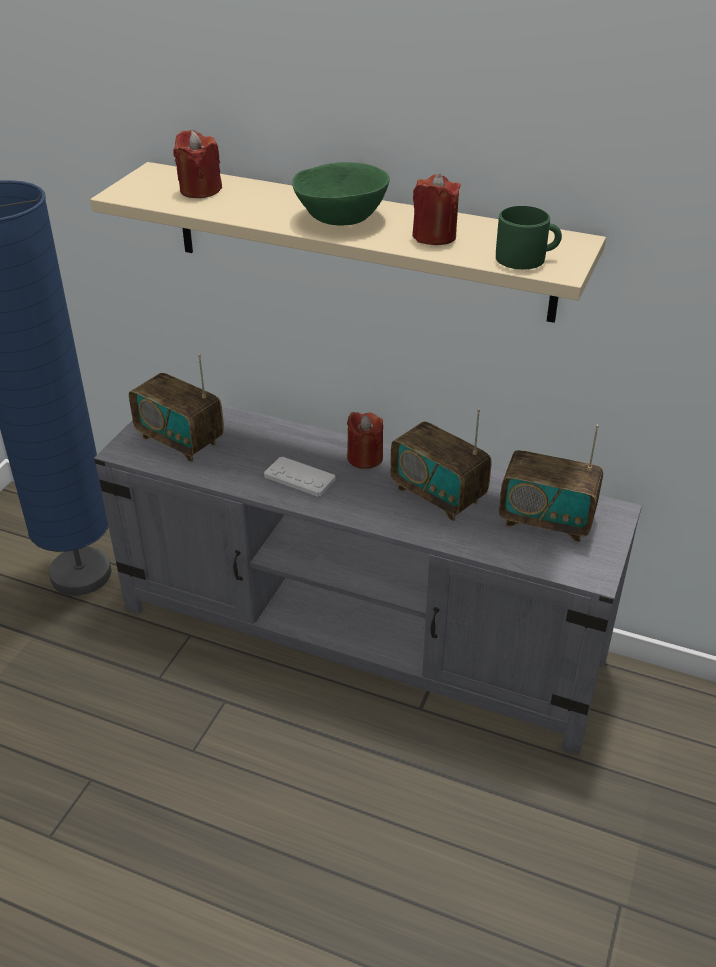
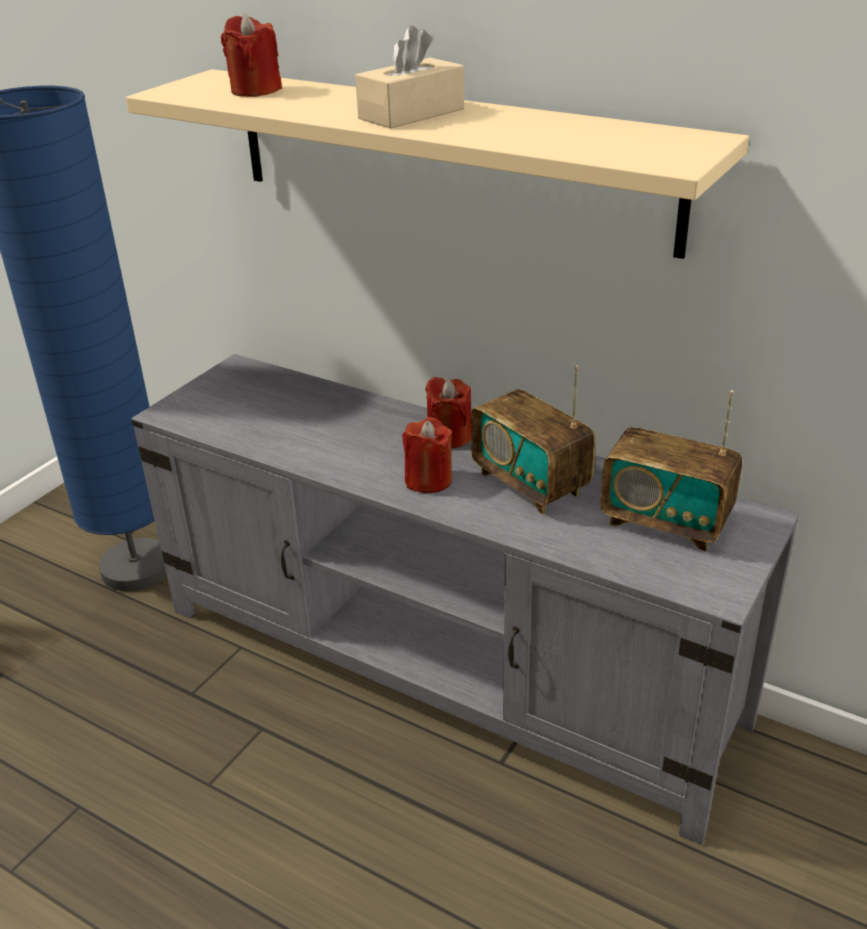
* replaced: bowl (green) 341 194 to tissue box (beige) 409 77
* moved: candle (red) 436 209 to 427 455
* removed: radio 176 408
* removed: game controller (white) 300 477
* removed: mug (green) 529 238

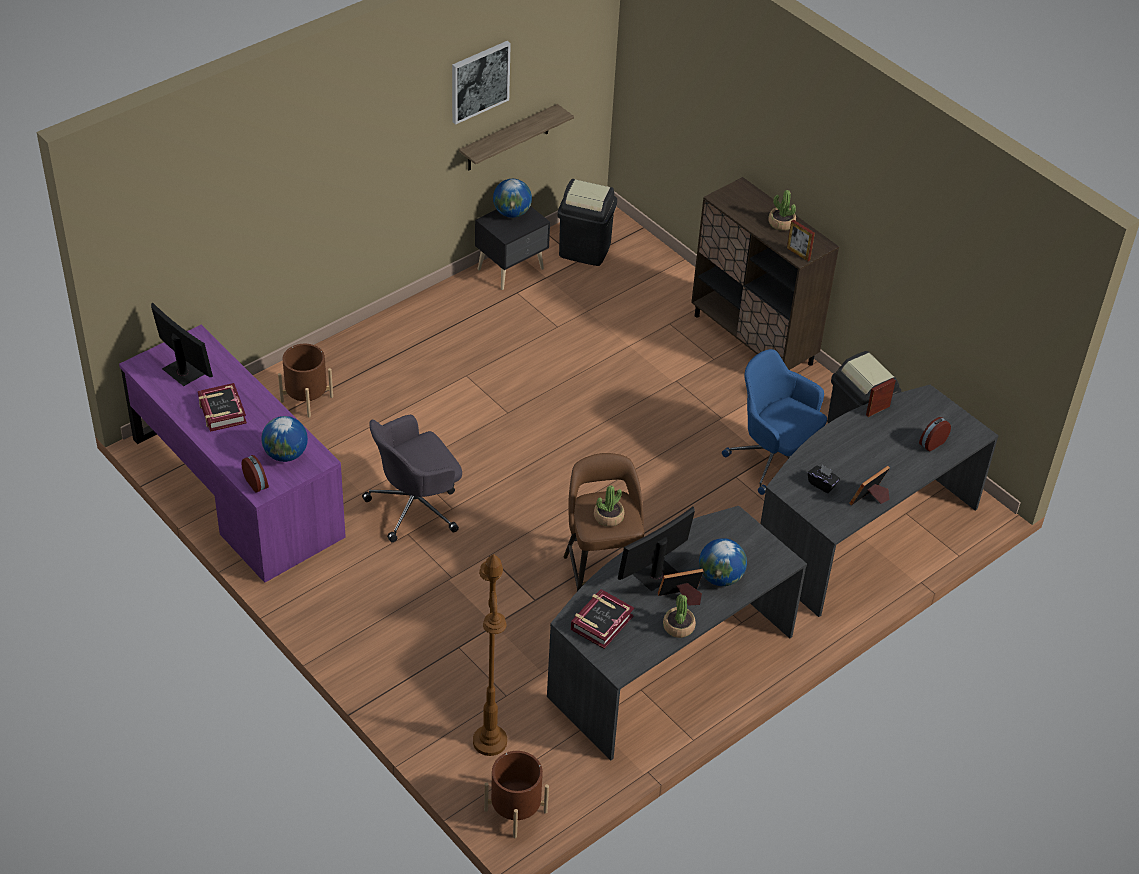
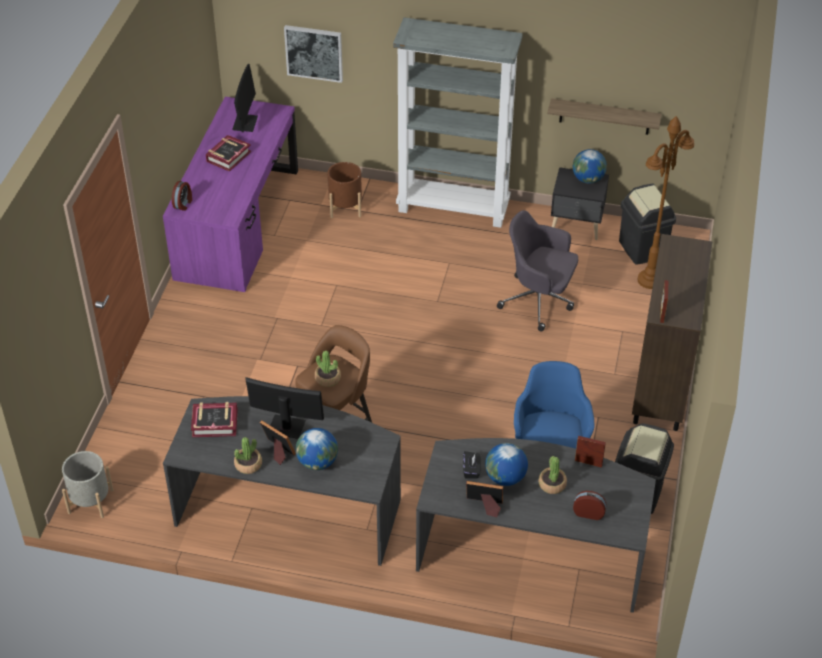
* recoloured: planter (brown) 516 794 to planter (grey) 88 484
* moved: picture 481 83 to 313 54
* added: bookcase (grey) 458 122
* moved: globe 284 439 to 506 464
* moved: office chair (grey) 412 478 to 537 270
* moved: potted plant 782 210 to 552 475
* moved: floor lamp (brown) 490 655 to 666 202

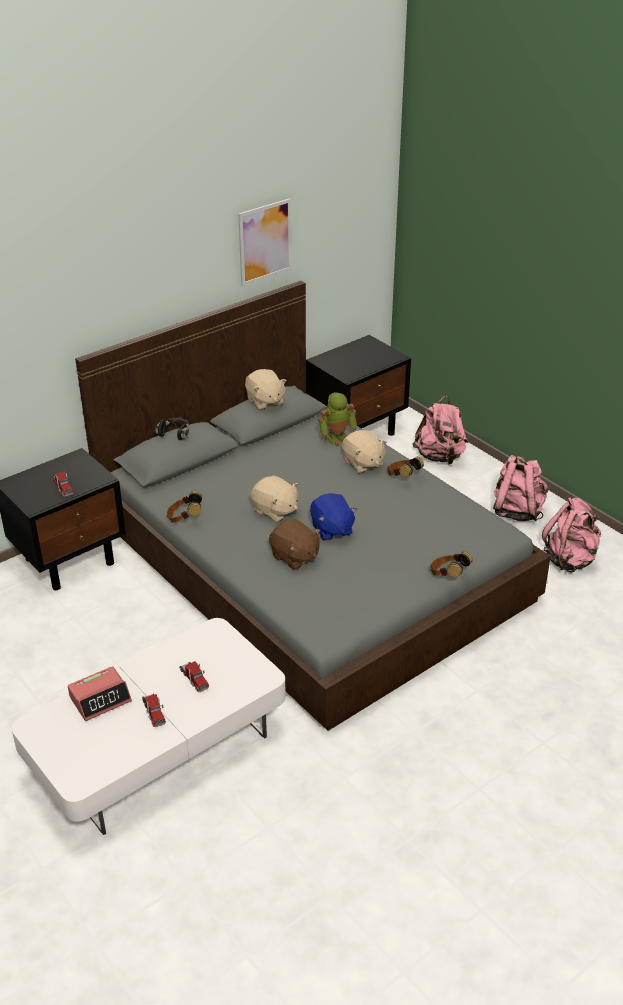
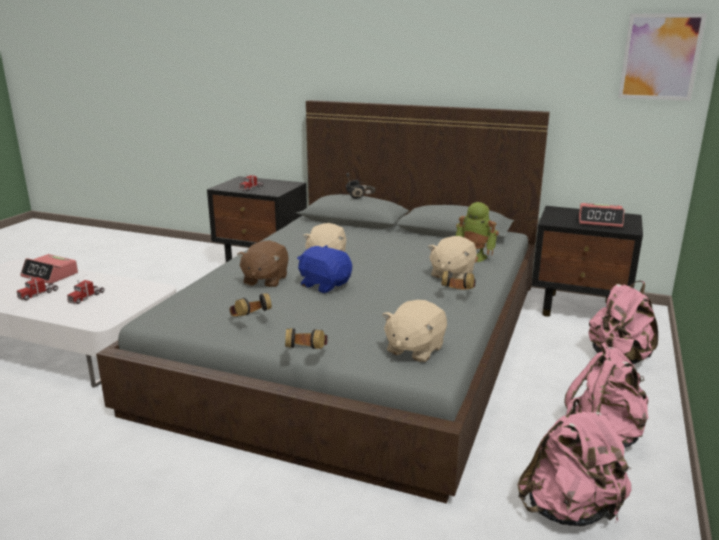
* moved: headphones 184 507 to 250 304
* turned: plush toy (blue) 333 517 = 324 269 90 degrees clockwise
* moved: plush toy (beige) 266 389 to 414 331
* added: alarm clock 602 215
* moved: picture 265 242 to 662 57

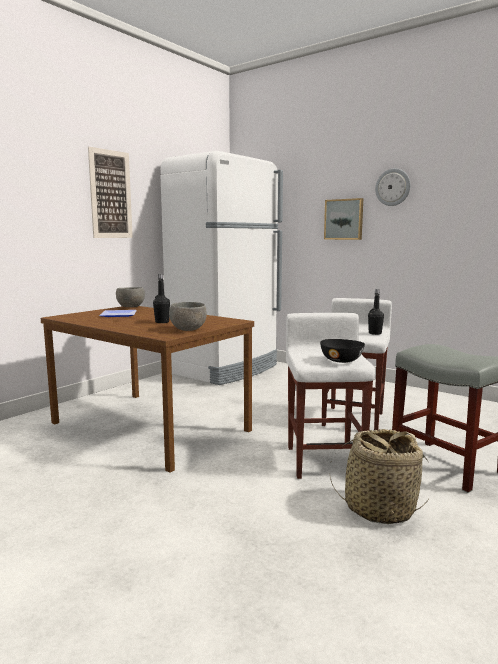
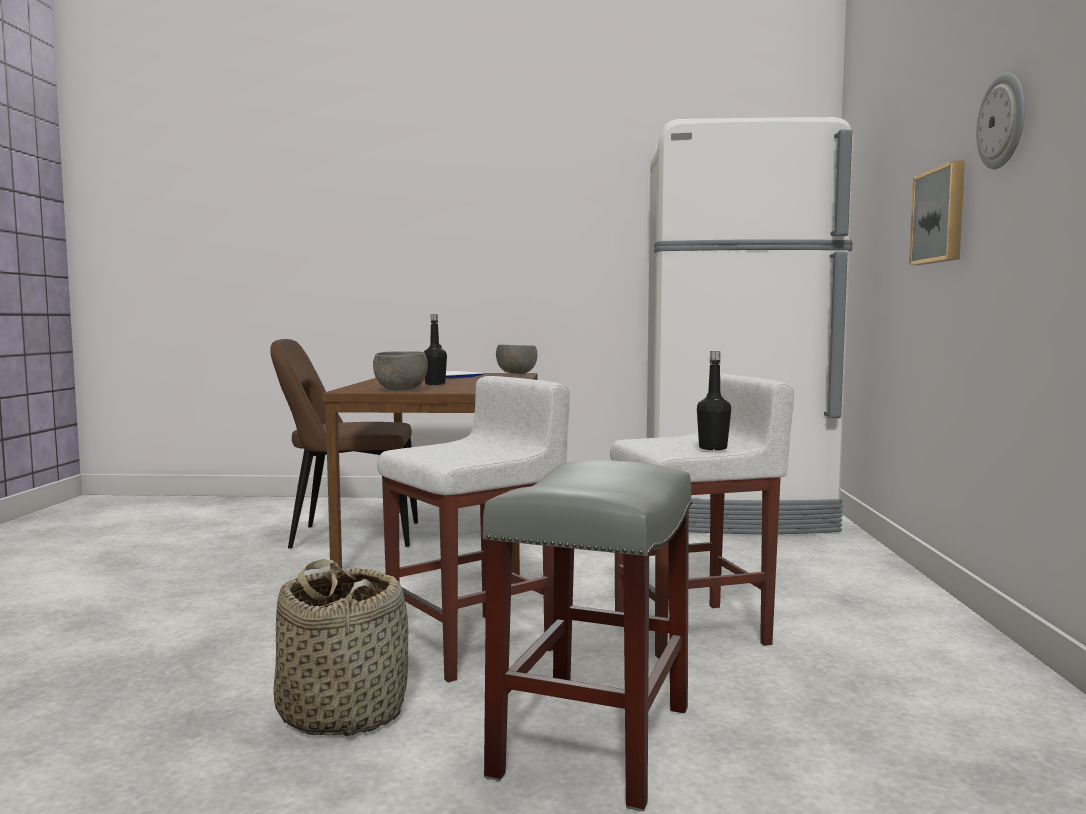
* added: chair (brown) 344 443
* removed: picture 110 192
* removed: bowl (black) 342 351

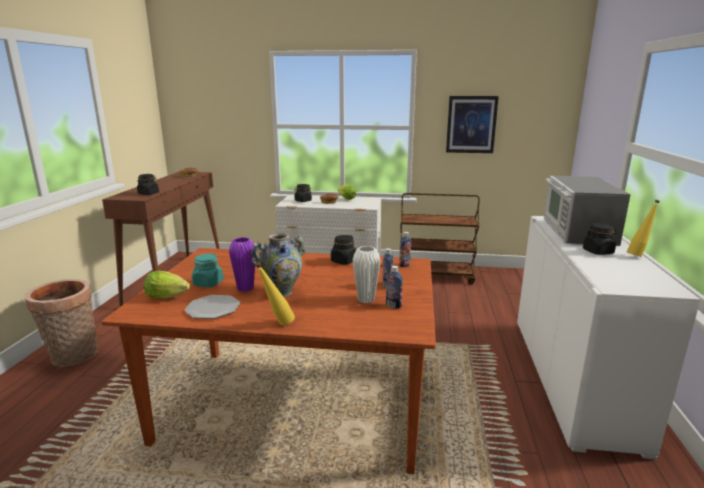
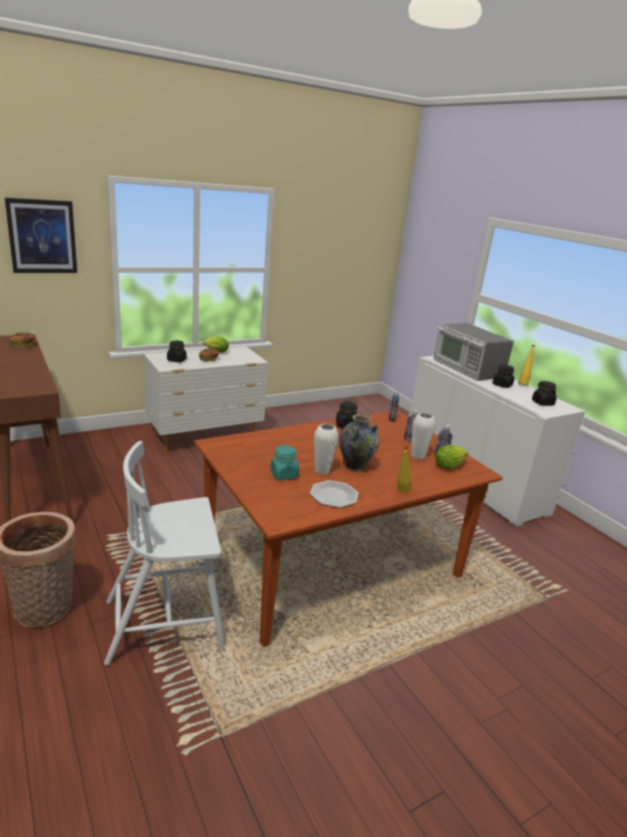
* moved: picture 472 124 to 41 235
* added: chair (white) 164 553
* recoloured: vase (purple) 242 264 to vase (white) 326 449
* moved: lettuce 167 285 to 451 457
* moved: jar (black) 148 184 to 544 393
* removed: cart (brown) 440 239

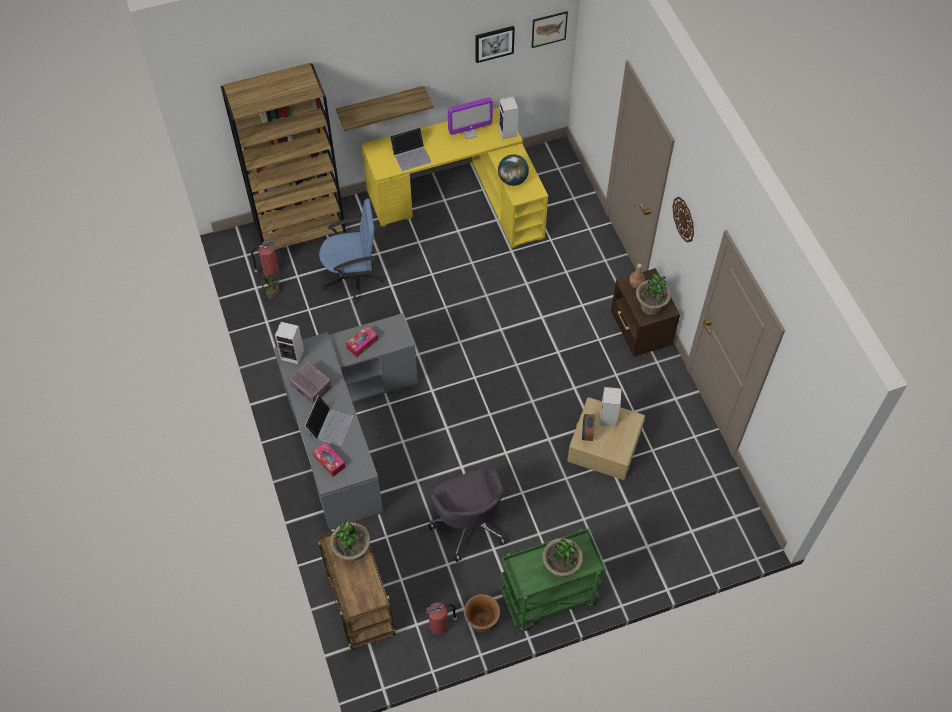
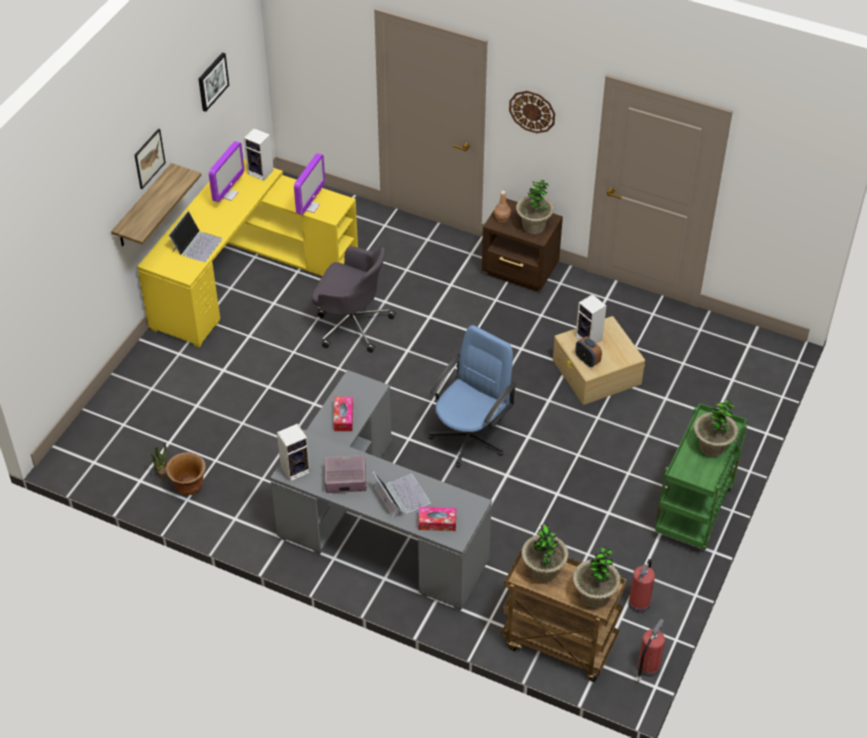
* moved: picture 550 29 to 150 158
* moved: planter (brown) 482 613 to 186 473
* replaced: globe 513 170 to monitor 309 184
* moved: office chair (grey) 467 515 to 354 299
* moved: office chair (blue) 351 251 to 473 396
* added: potted plant 597 577
* moved: fire extinguisher 265 258 to 651 650
* removed: bookcase (brown) 283 156

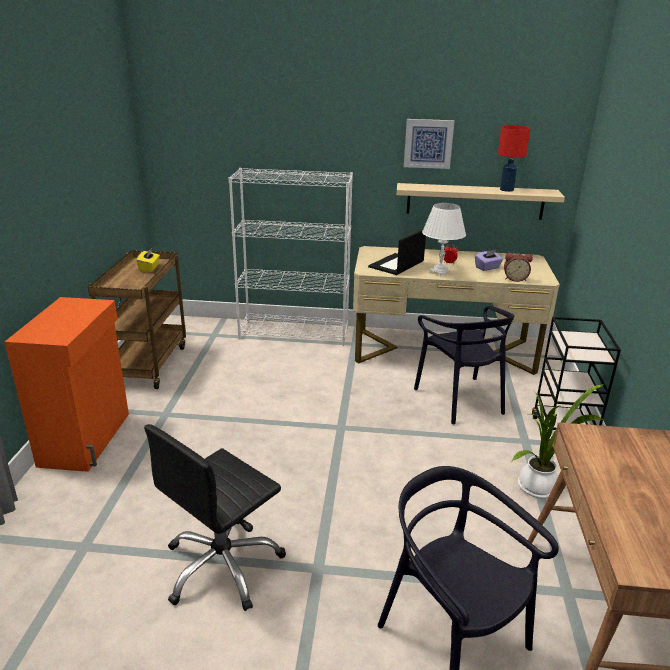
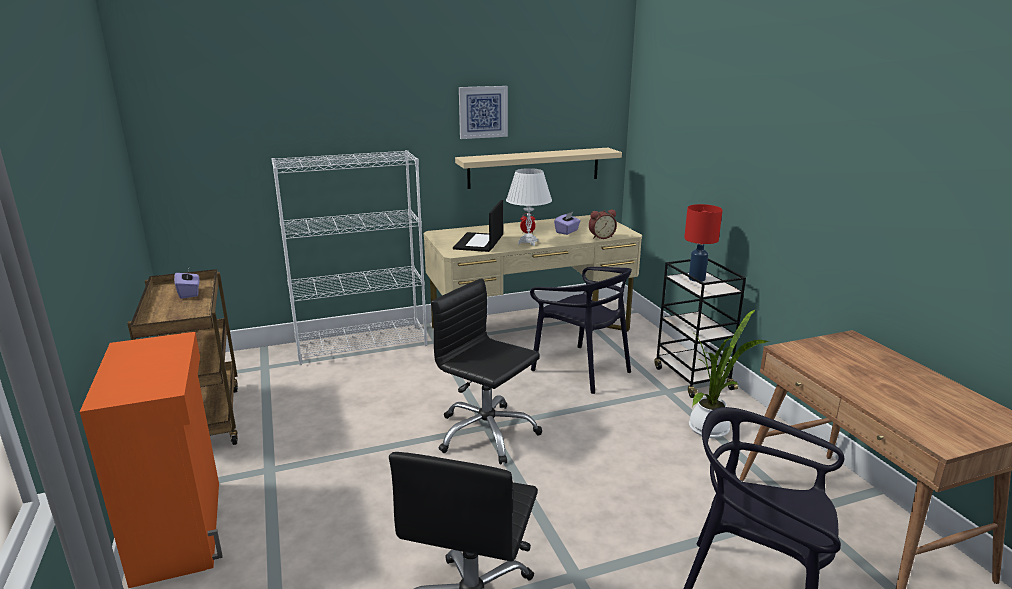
* recoloured: tissue box (yellow) 148 260 to tissue box (purple) 186 282
* added: office chair (black) 486 371
* moved: table lamp (red) 514 158 to 703 243

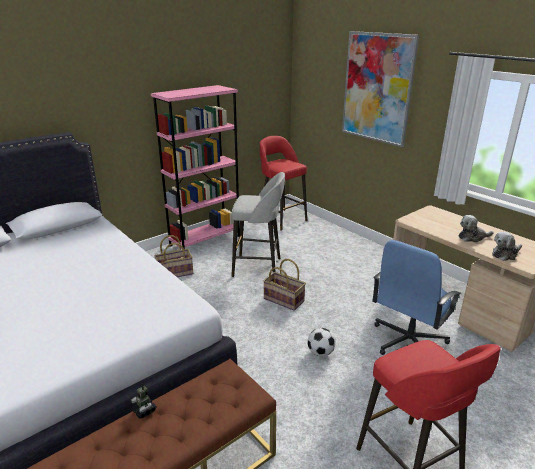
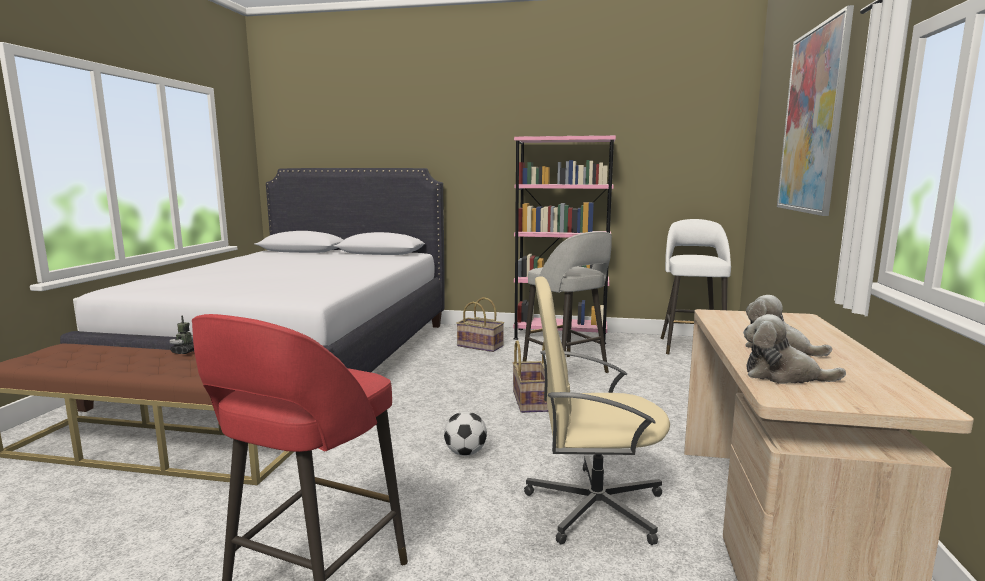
* recoloured: office chair (blue) 417 297 to office chair (beige) 597 410
* recoloured: stool (red) 284 183 to stool (white) 696 287

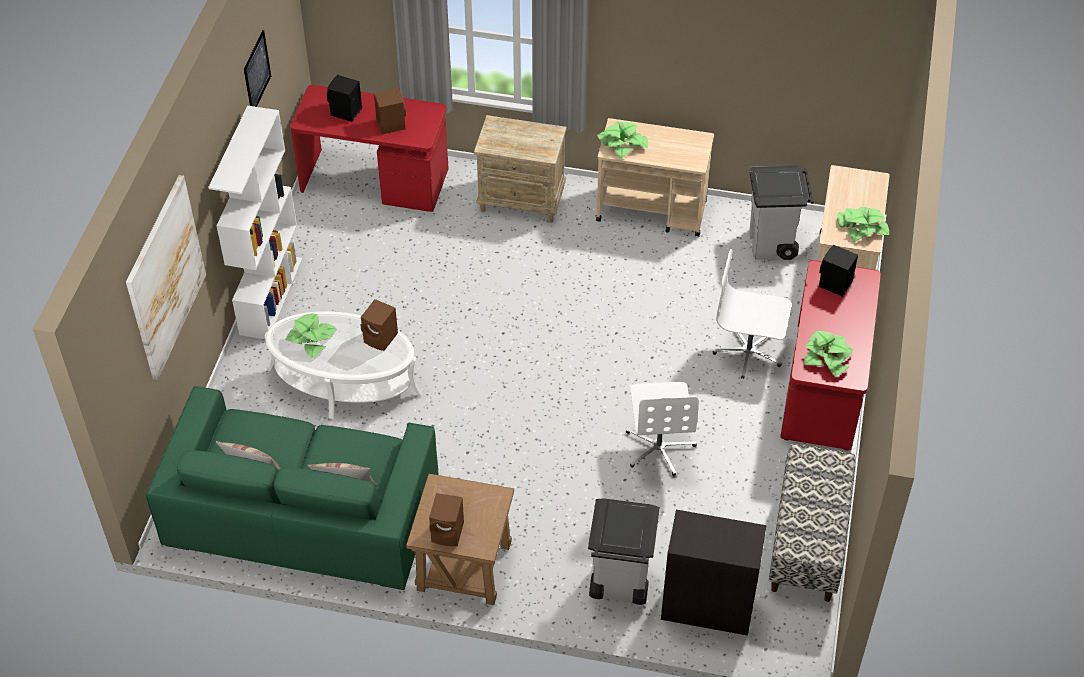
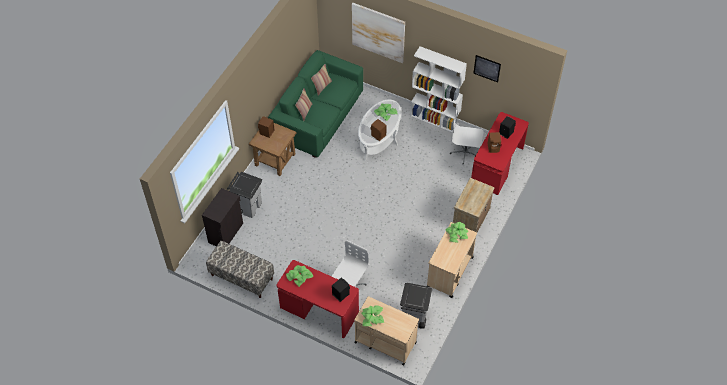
* moved: office chair (white) 662 429 to 466 137

